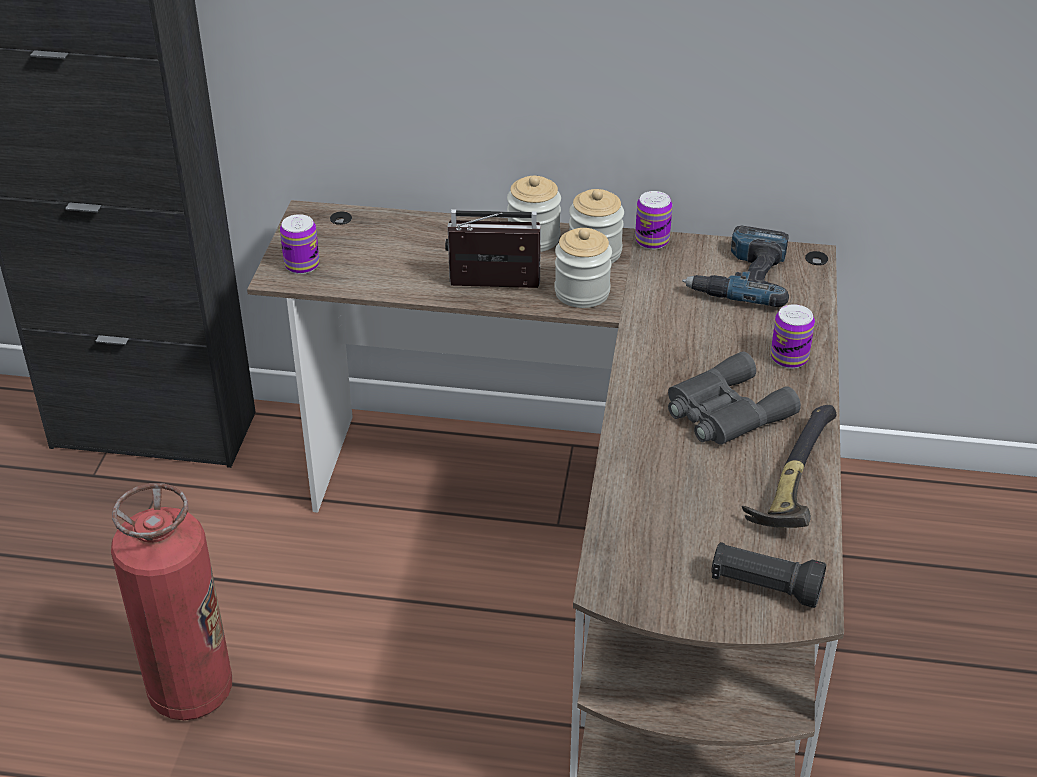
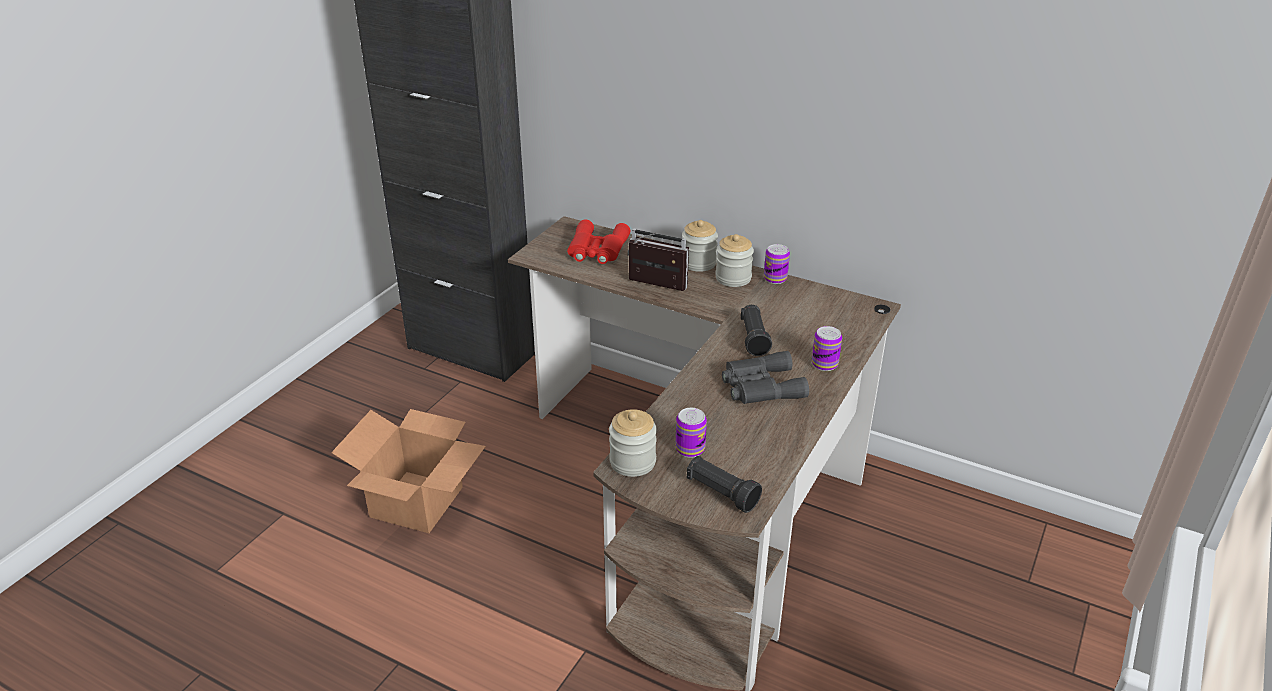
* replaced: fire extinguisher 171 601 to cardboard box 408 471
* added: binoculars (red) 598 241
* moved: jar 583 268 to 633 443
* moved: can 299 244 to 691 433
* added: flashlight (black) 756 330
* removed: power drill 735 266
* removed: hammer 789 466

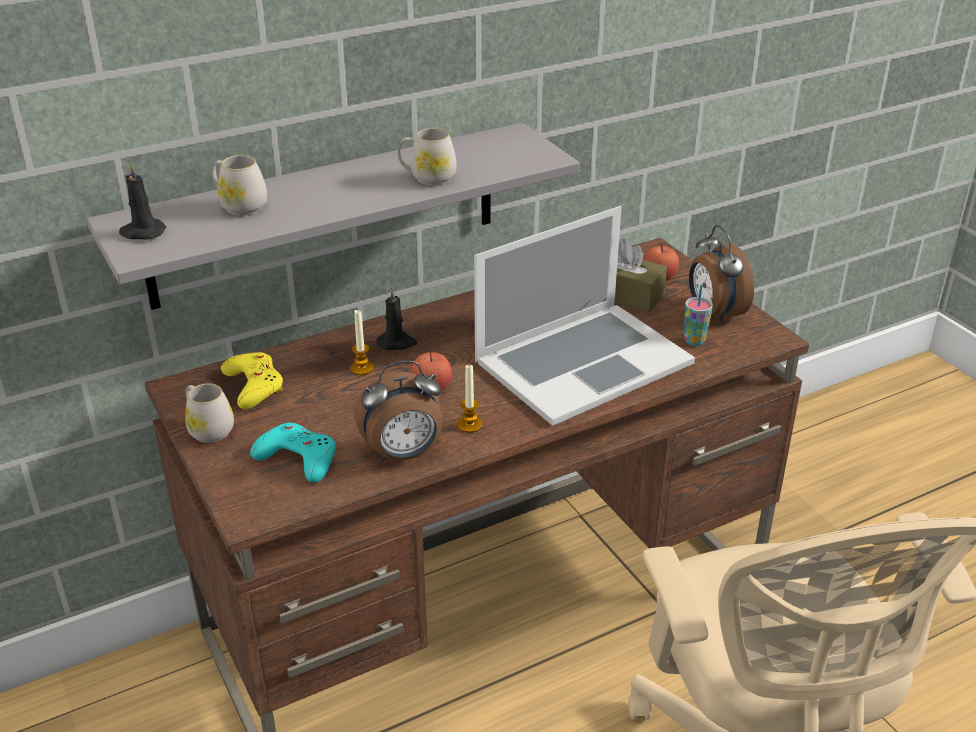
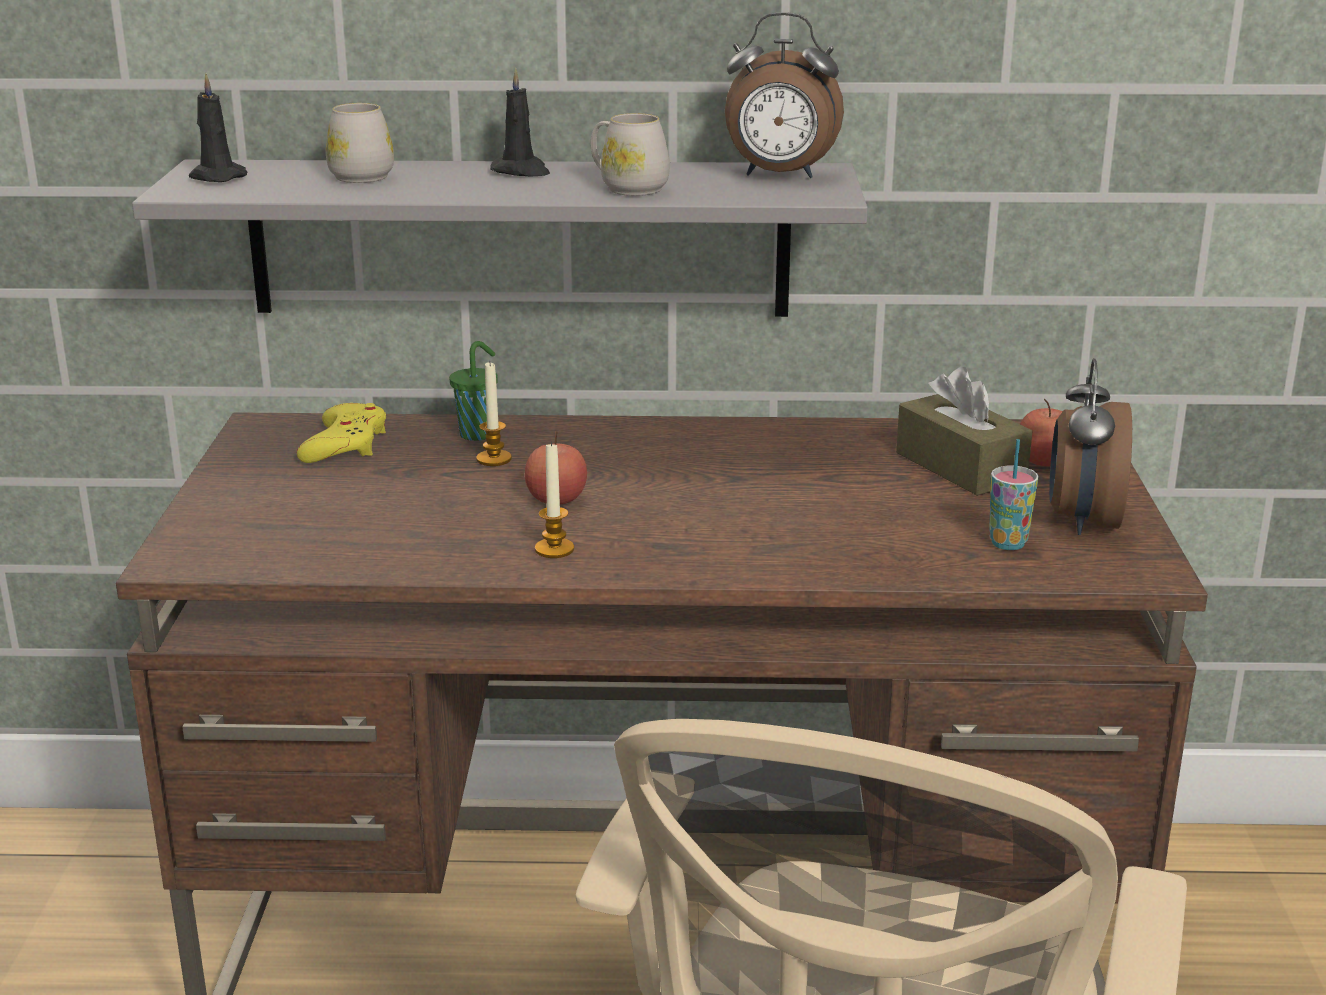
* added: cup (green) 473 391
* moved: candle (black) 397 318 to 520 122
* moved: alarm clock 398 411 to 784 95
* removed: mug (white) 209 413
* removed: game controller (turquoise) 293 452
* removed: laptop 584 316

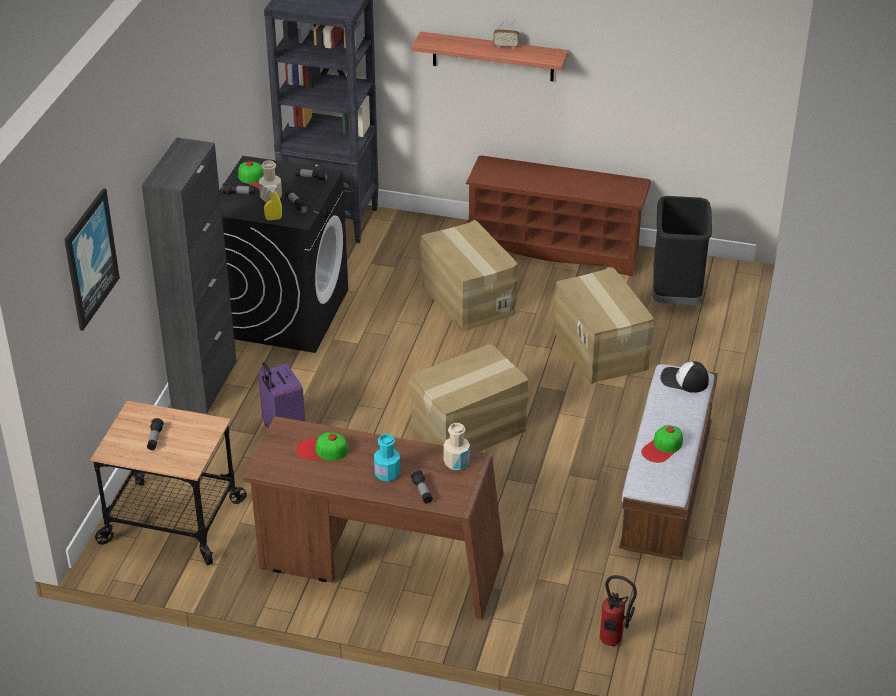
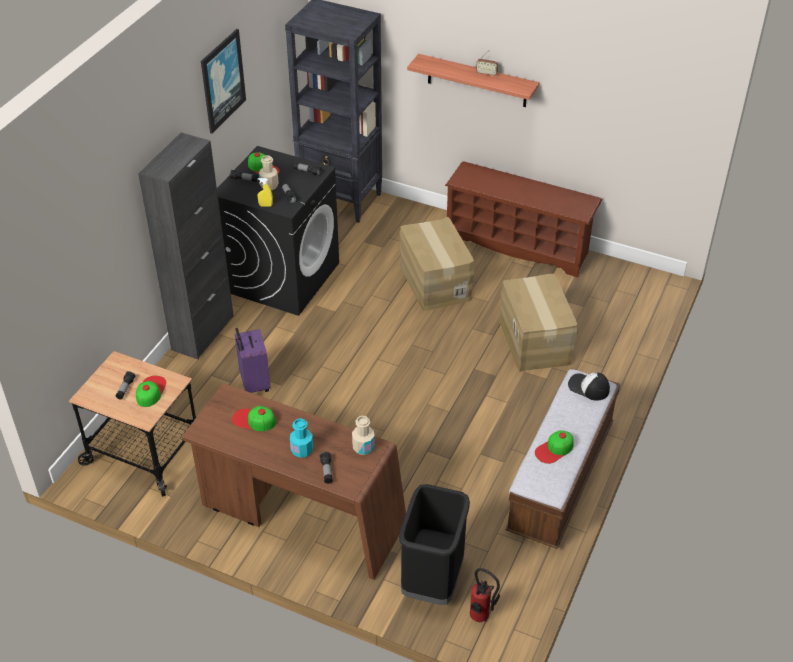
* added: cap 151 391
* moved: picture 92 259 to 223 81
* moved: trash can (black) 682 250 to 434 544
* removed: cardboard box 469 398

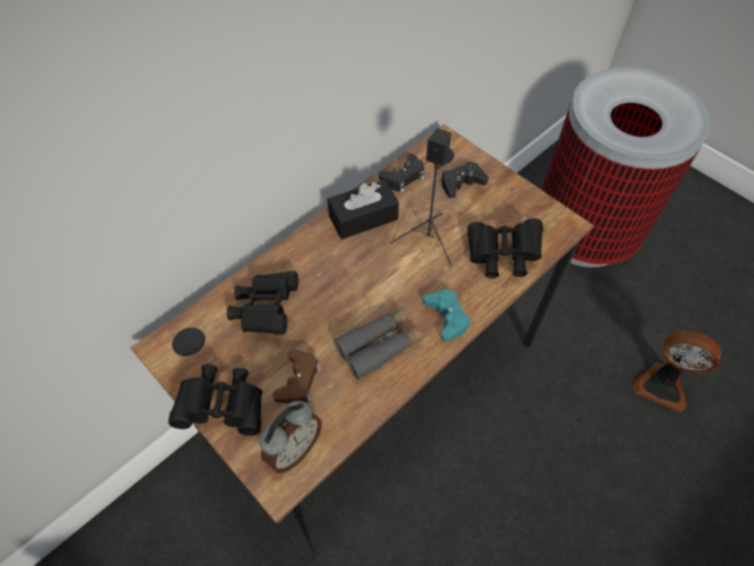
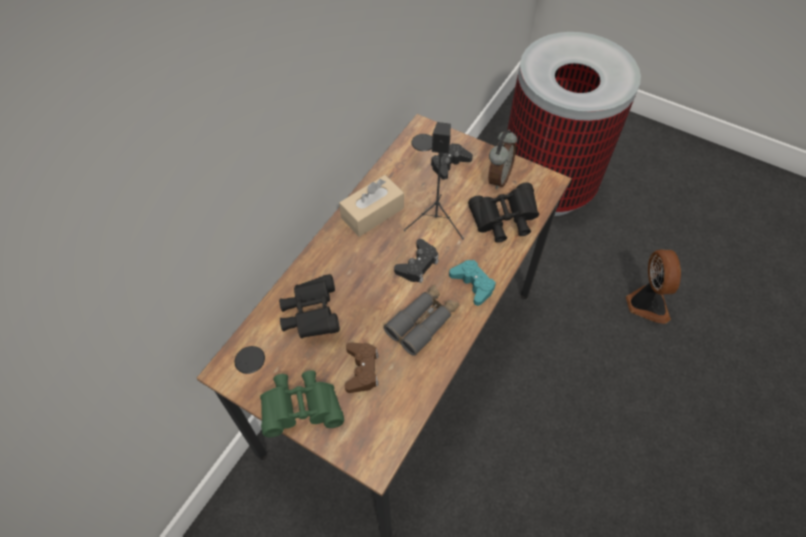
* recoloured: binoculars (black) 215 400 to binoculars (green) 302 403
* recoloured: tissue box (black) 363 209 to tissue box (beige) 371 206
* moved: game controller (black) 402 173 to 416 261
* moved: alarm clock 290 437 to 502 160
* turned: fan 677 371 = 653 287 105 degrees counterclockwise

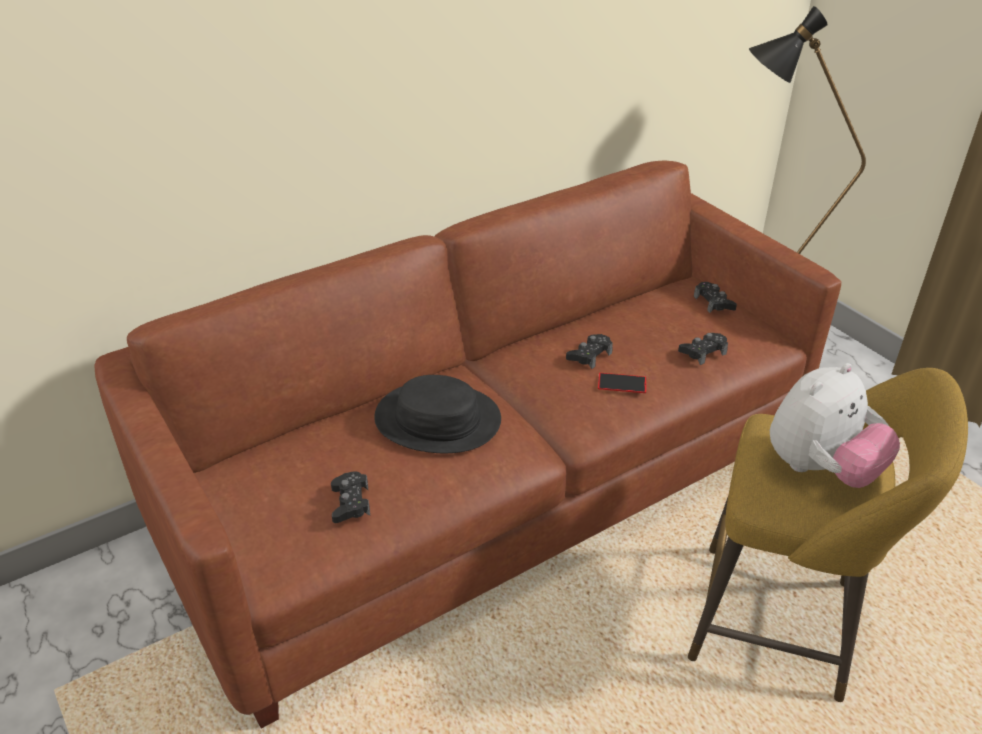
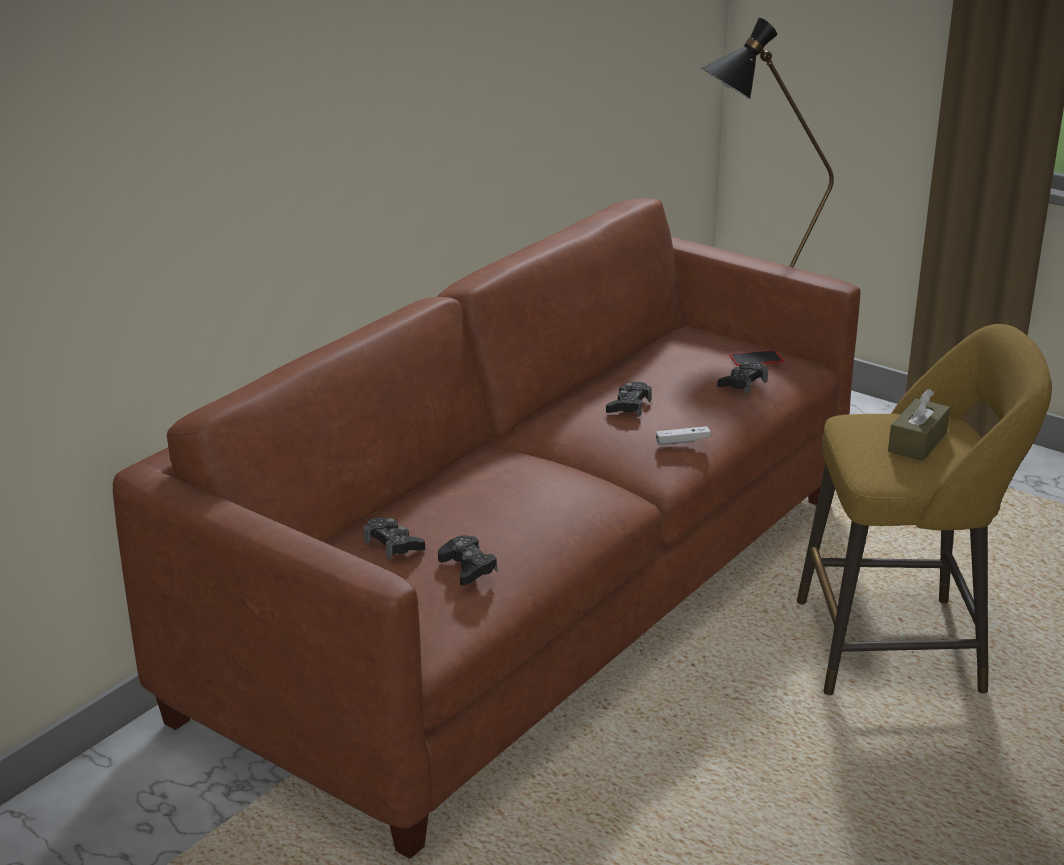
* moved: game controller (black) 715 297 to 394 538
* added: game controller (white) 683 435
* moved: phone 622 383 to 756 358
* replaced: plush toy 835 425 to tissue box (brown) 919 425
* removed: hat (black) 437 414

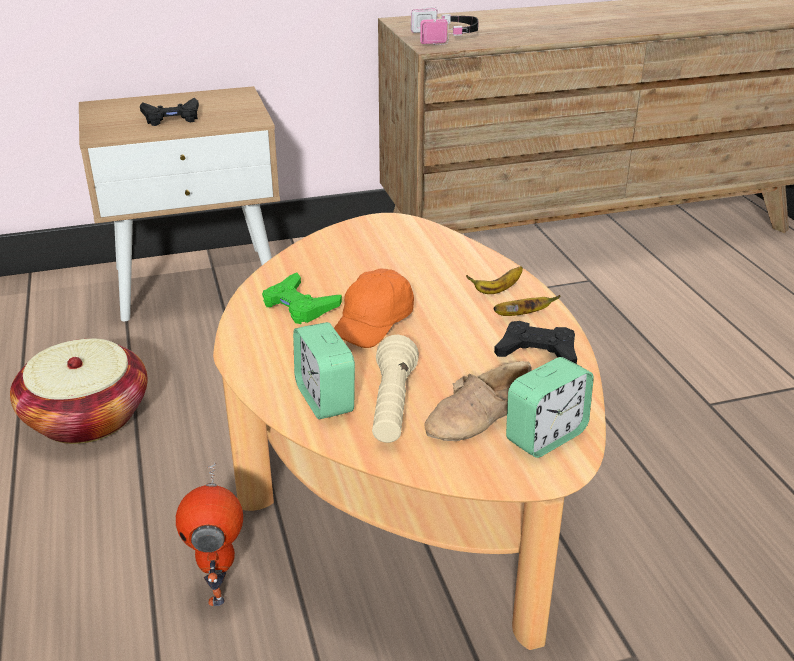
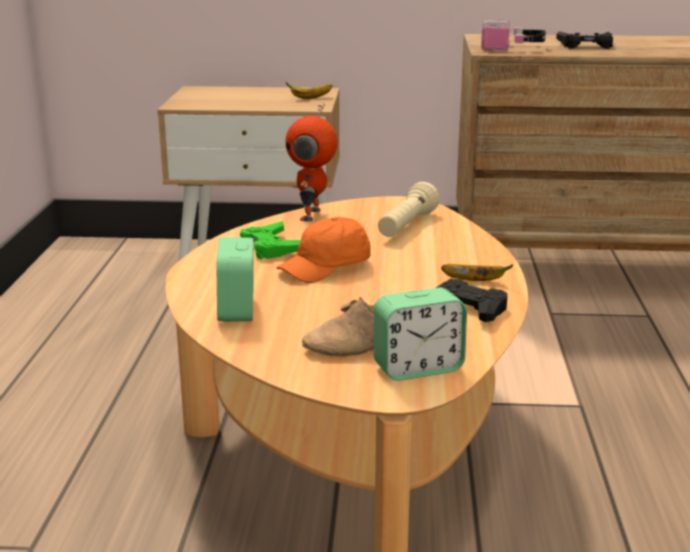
* moved: toy robot 209 534 to 311 162
* moved: banana 494 280 to 309 90
* moved: flashlight (beige) 395 389 to 409 209
* moved: game controller (black) 169 112 to 584 40
* removed: basket 79 391

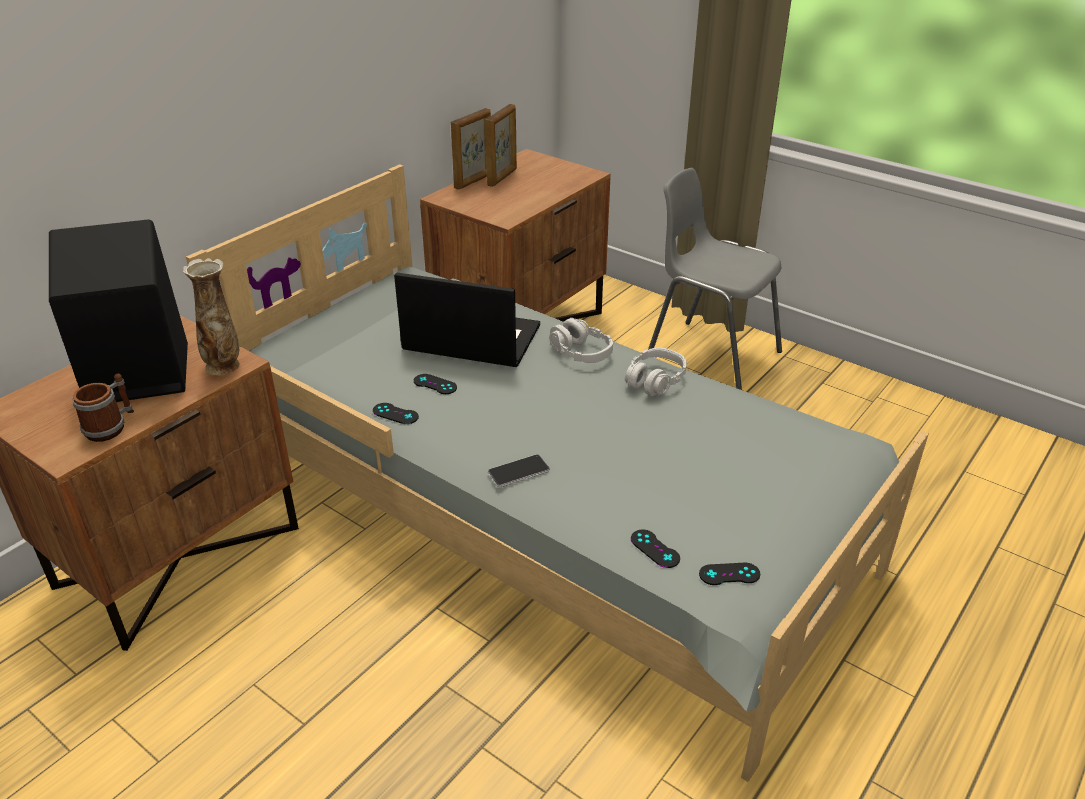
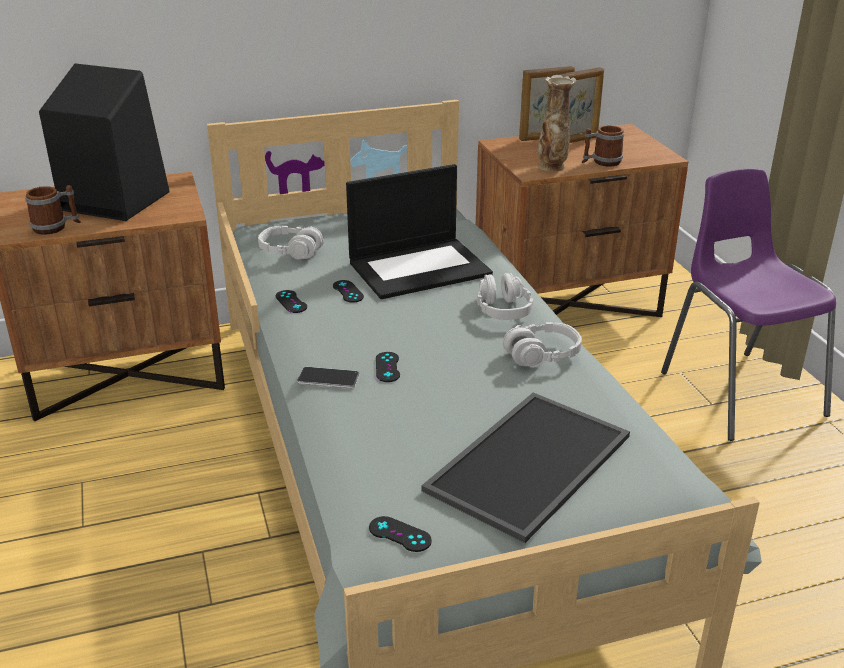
* added: headphones (grey) 291 242
* turned: laptop 467 320 = 419 231 105 degrees clockwise
* moved: game controller (black) 655 548 to 388 367
* added: tray 526 468
* moved: vase 211 316 to 557 123
* added: mug 603 145
* recoloured: chair (grey) 715 279 to chair (purple) 748 304

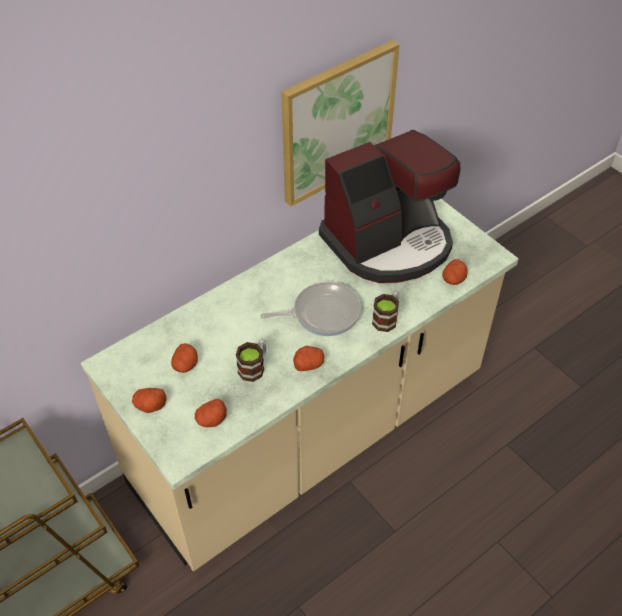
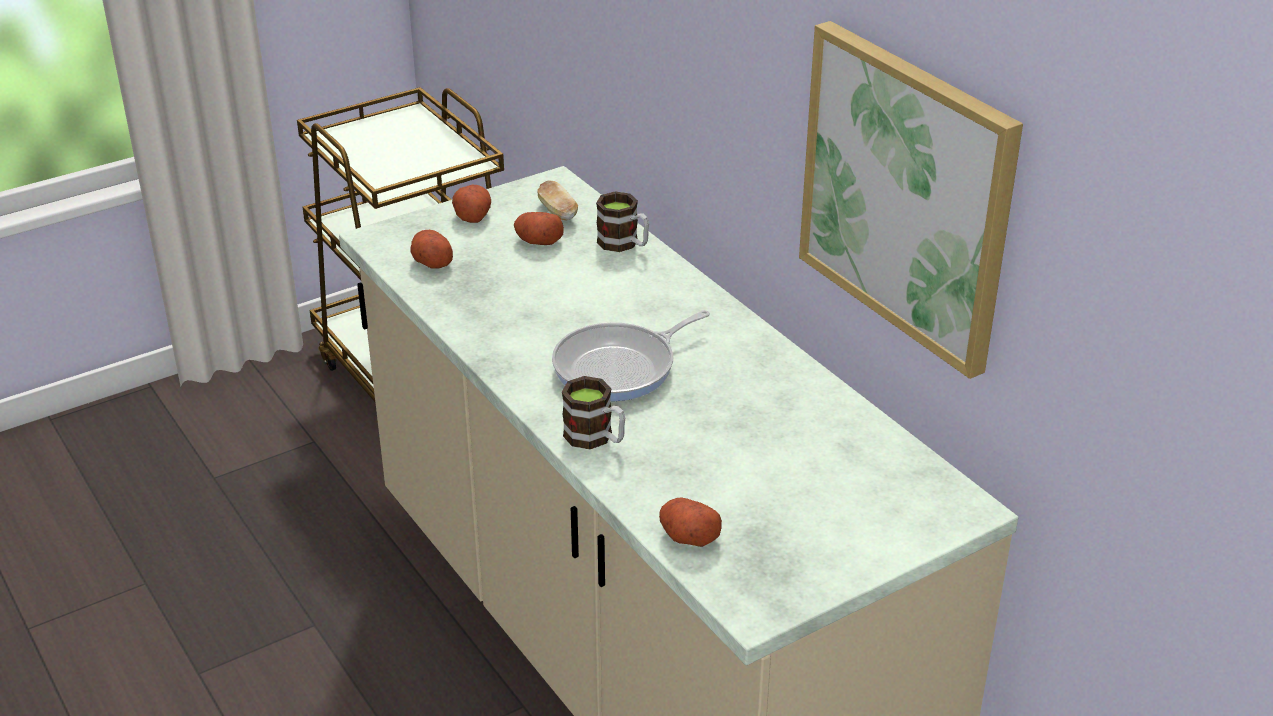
* added: bread 557 200
* turned: frying pan 310 309 = 631 355 60 degrees clockwise
* moved: mug 251 360 to 622 221
* removed: potato 309 358
* removed: coffee machine 390 206

